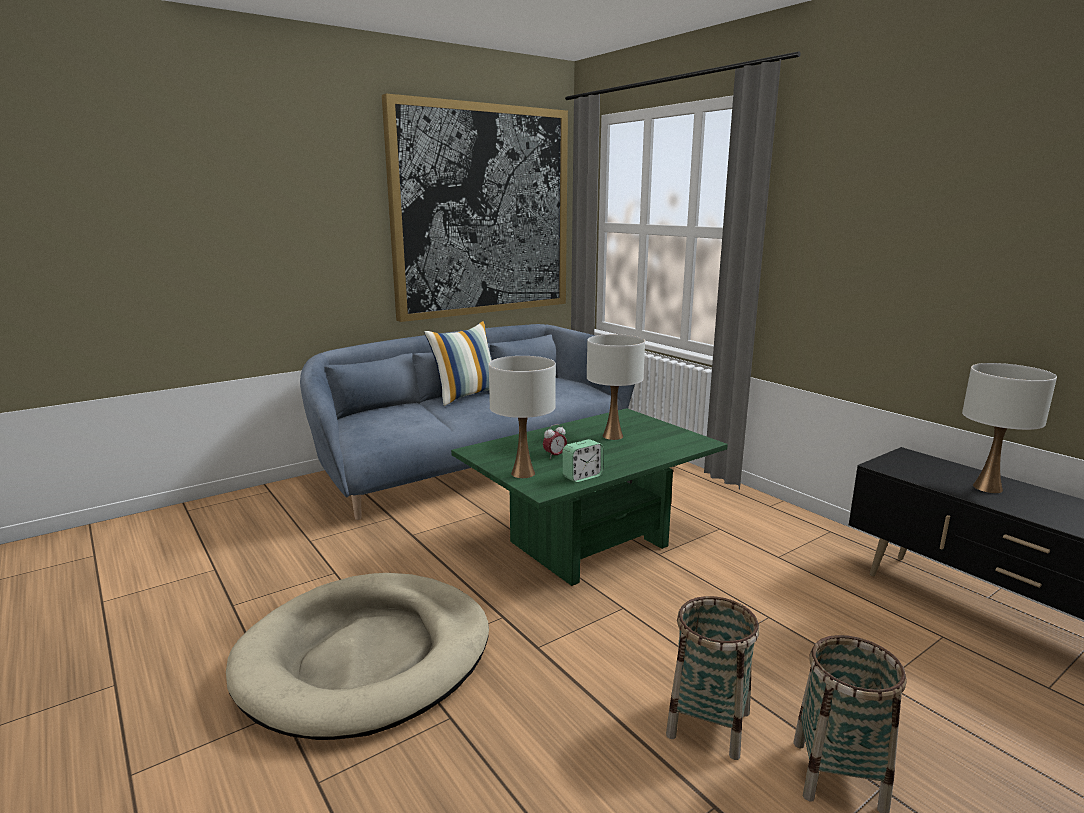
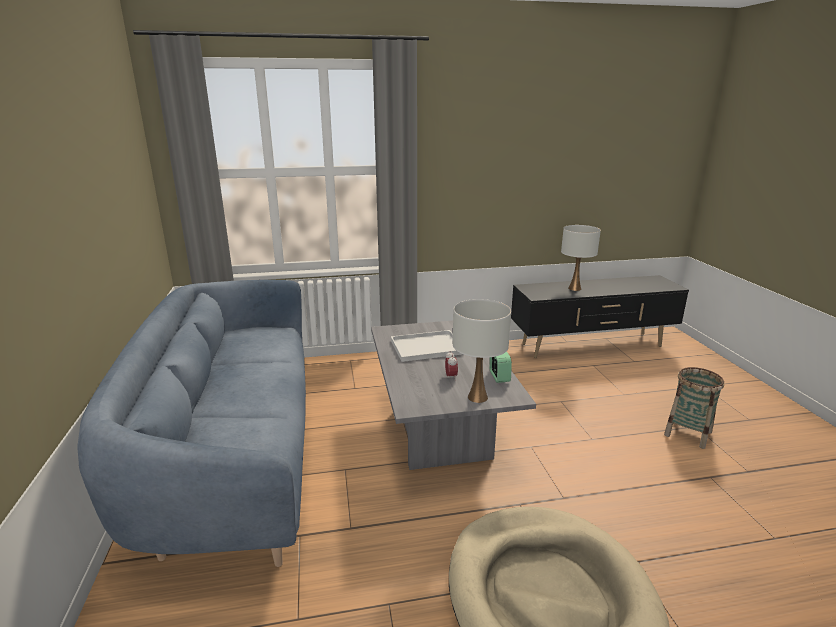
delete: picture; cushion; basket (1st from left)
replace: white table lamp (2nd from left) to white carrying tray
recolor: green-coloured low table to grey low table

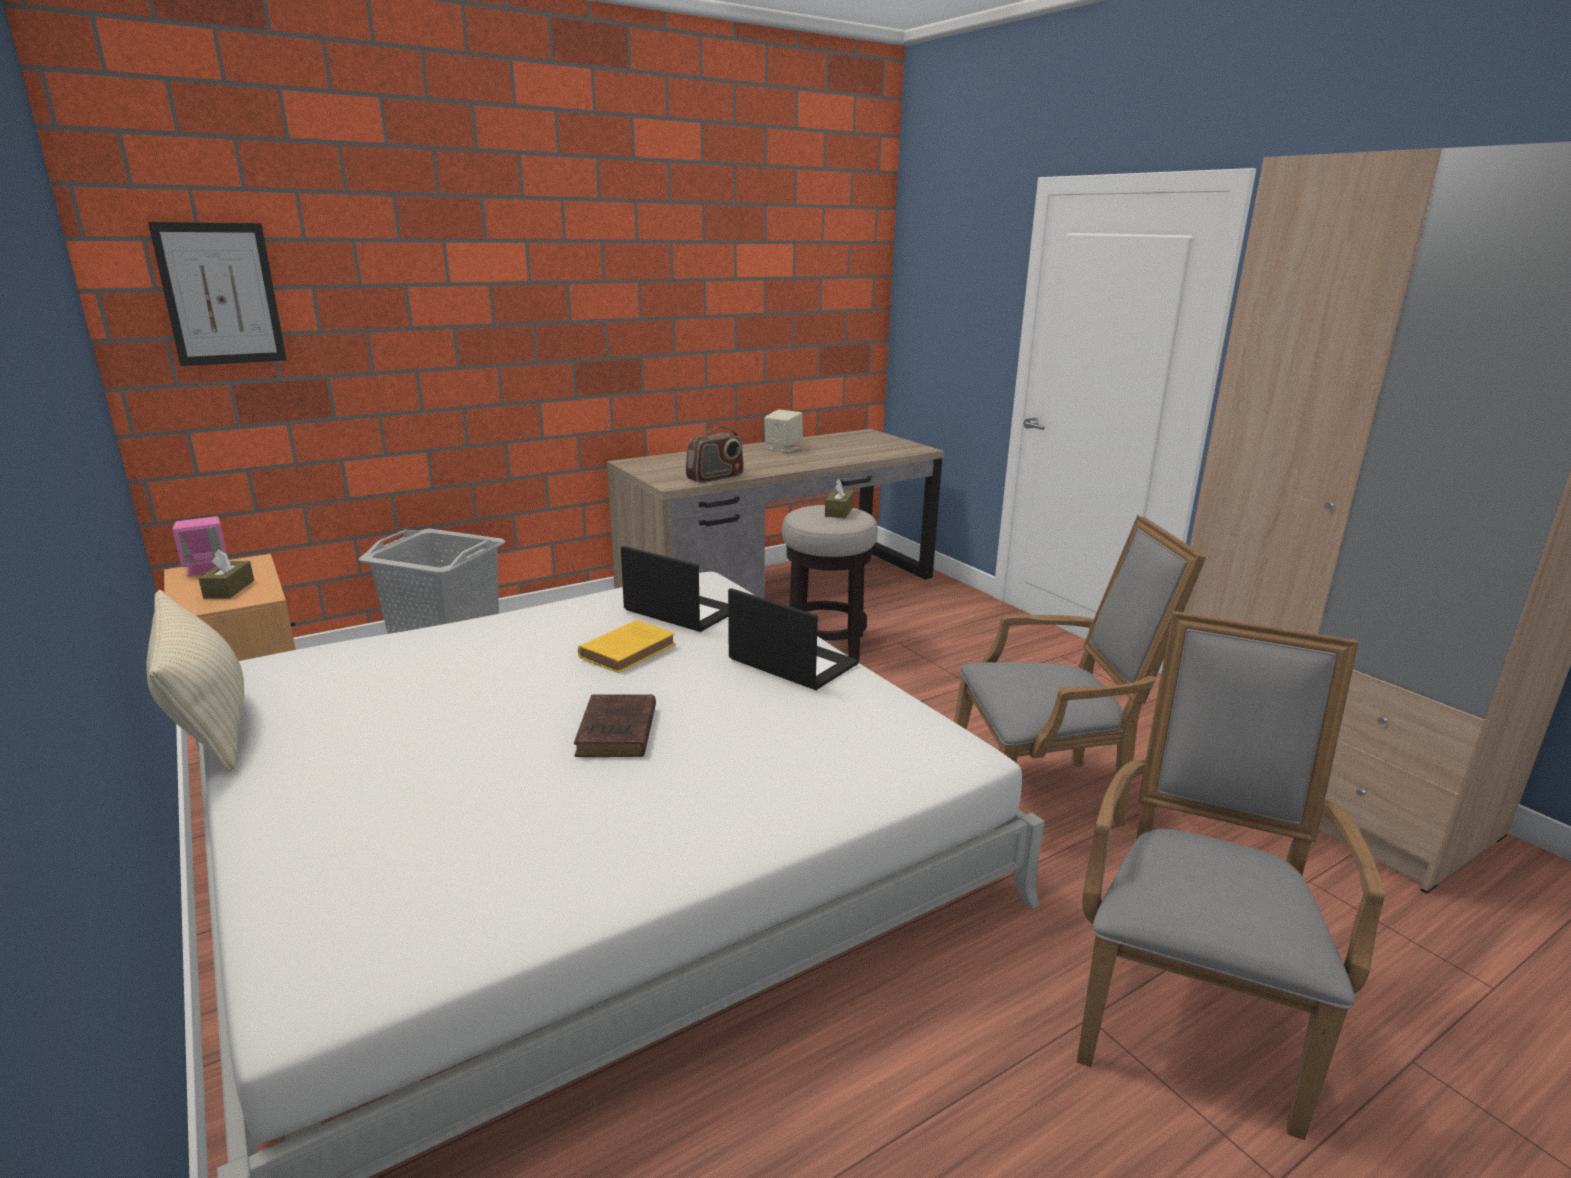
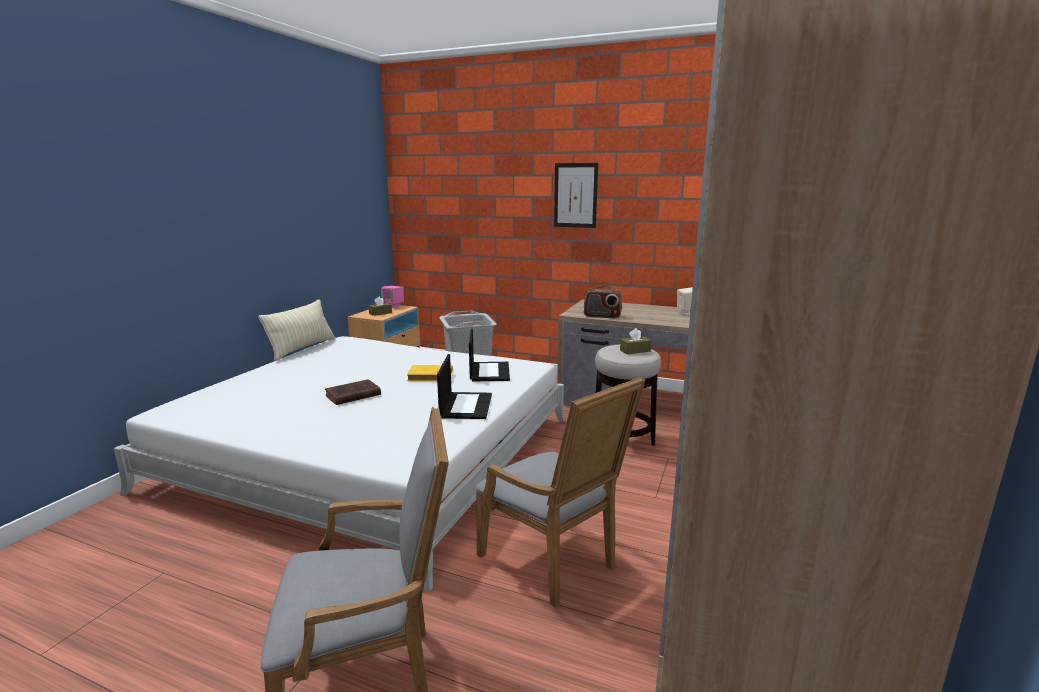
move: picture

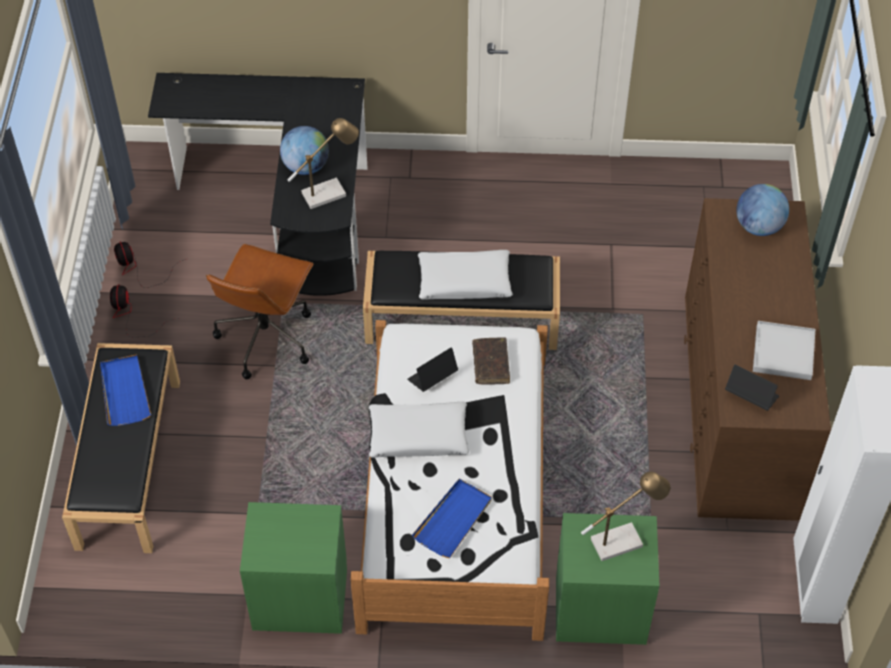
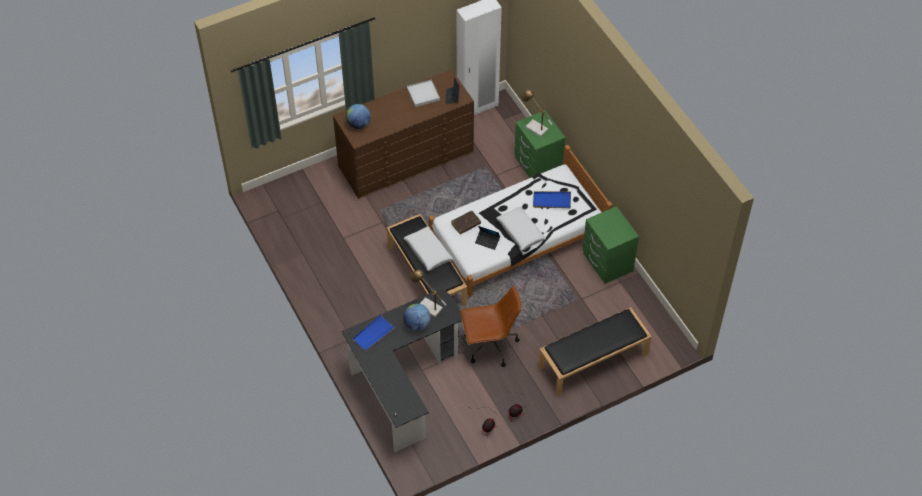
move: blue carrying tray (1st from left)

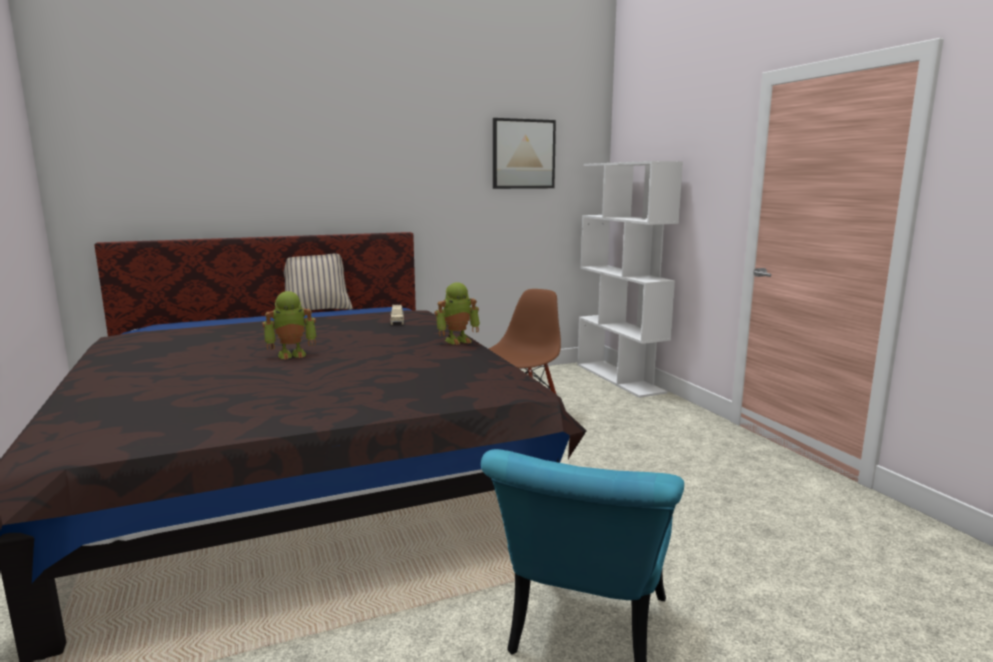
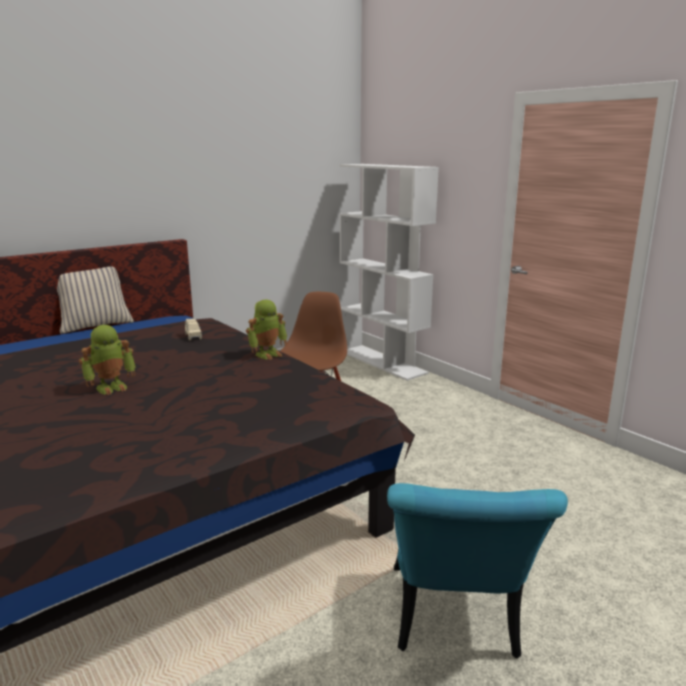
delete: picture

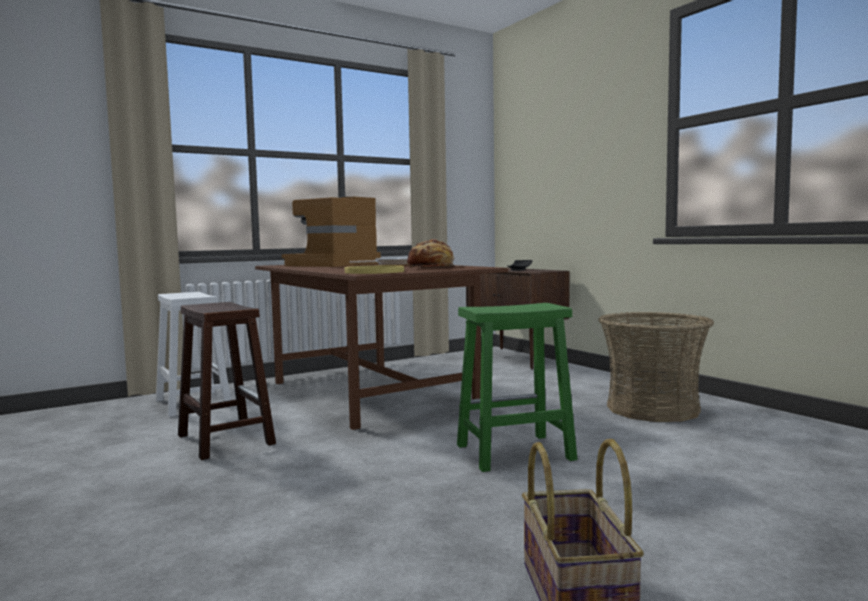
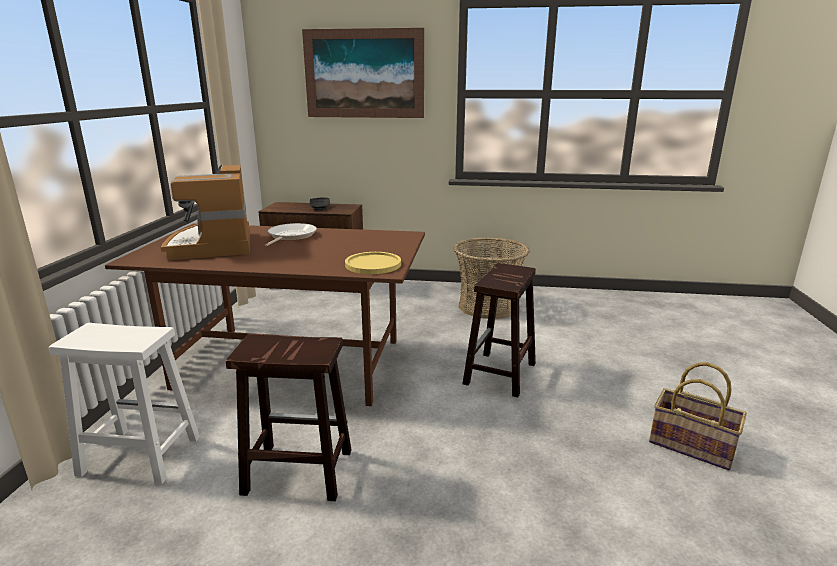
delete: baked bread
insert: picture
recolor: green-coloured sitting stool to brown sitting stool (2nd from left)

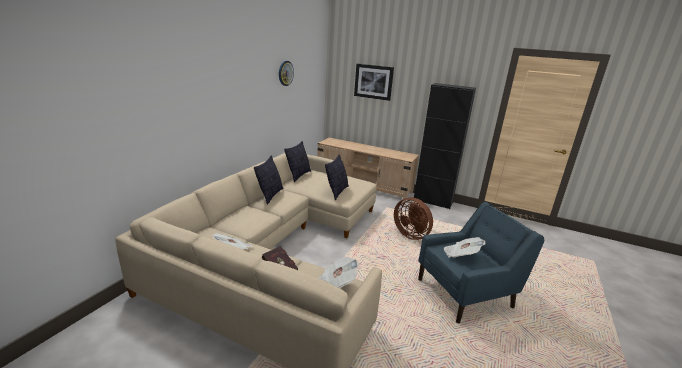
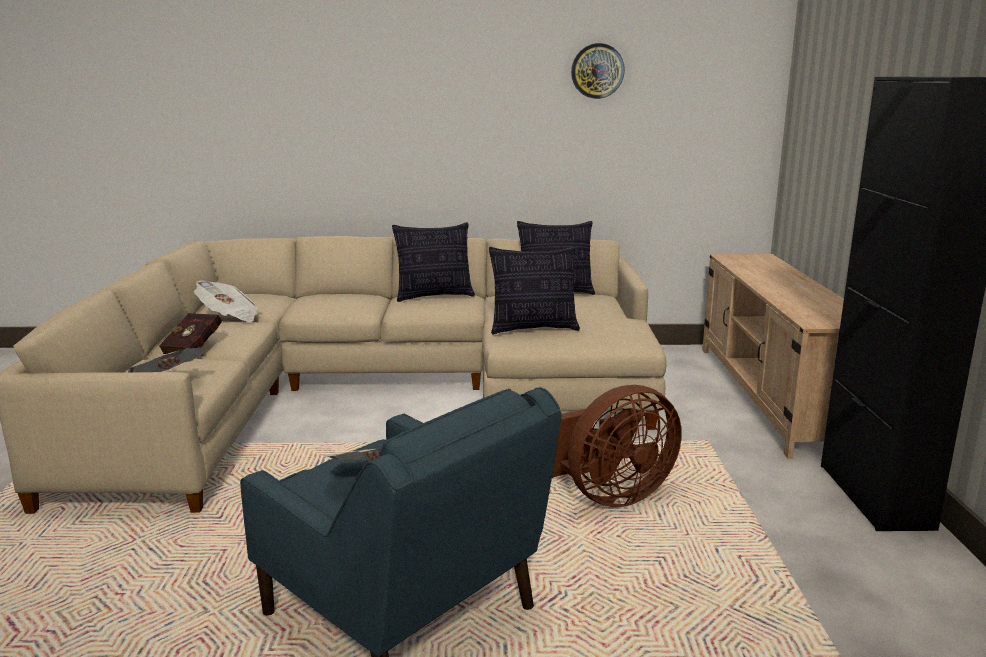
delete: picture
rotate: brown fan 135 degrees counterclockwise

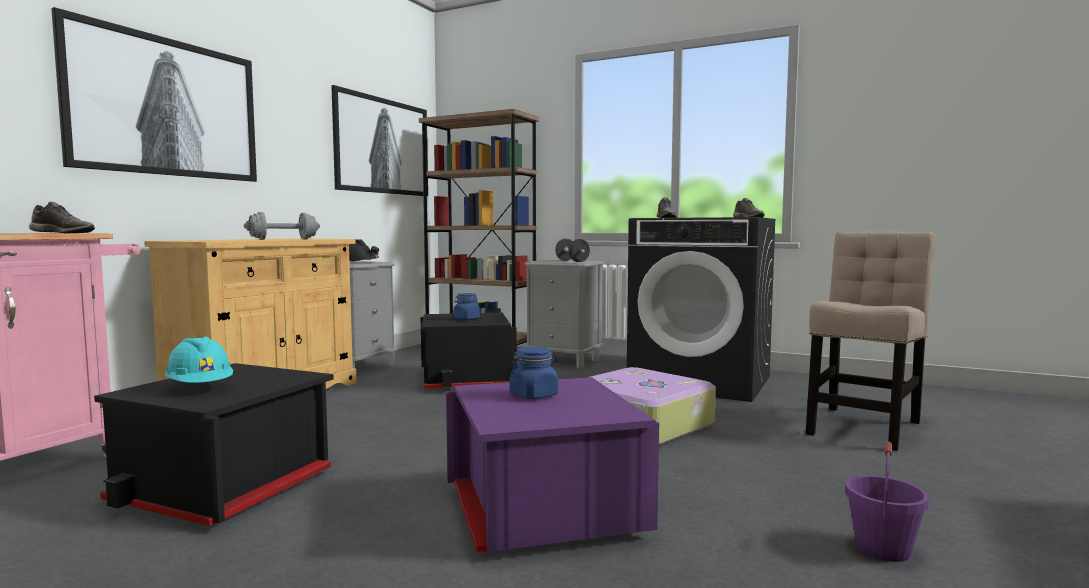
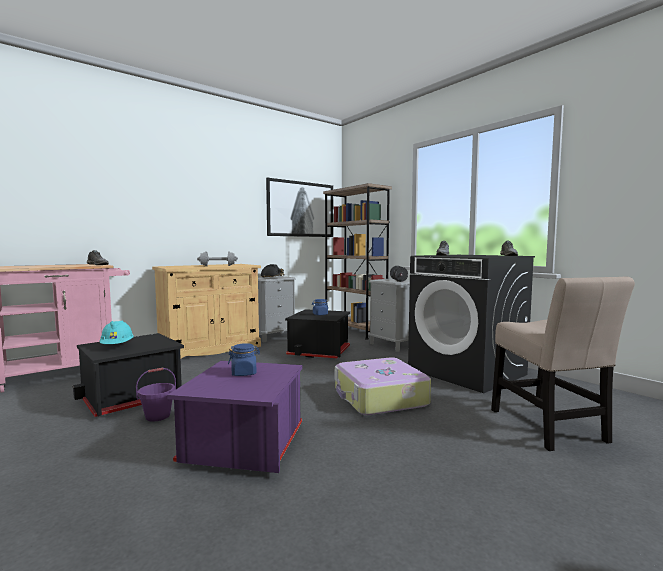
delete: picture (1st from left)
move: purple-coloured bucket
rotate: sand-coloured chair 105 degrees clockwise

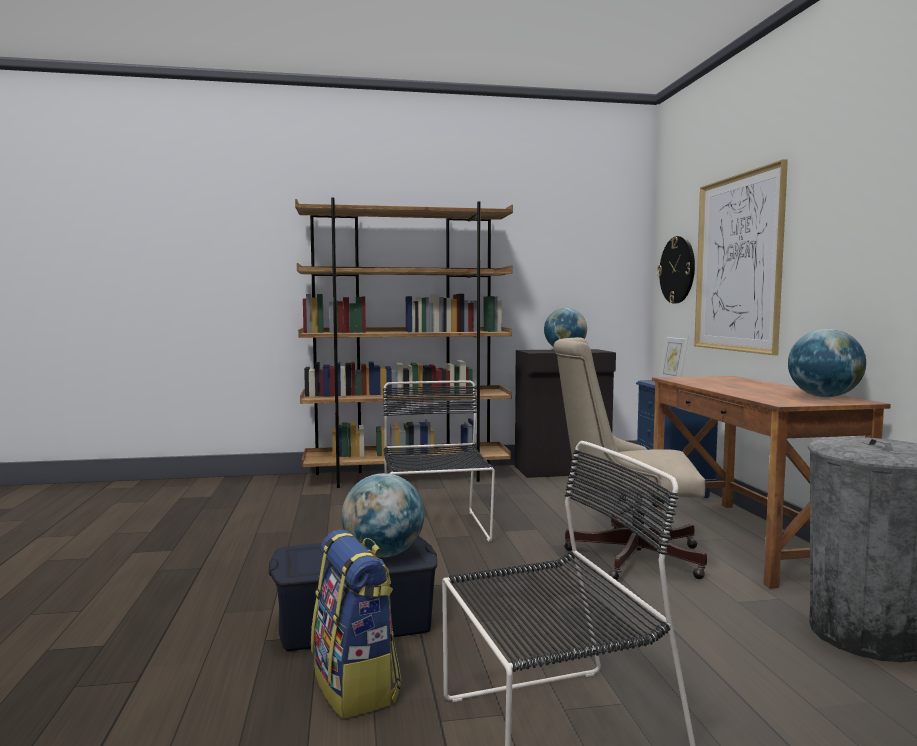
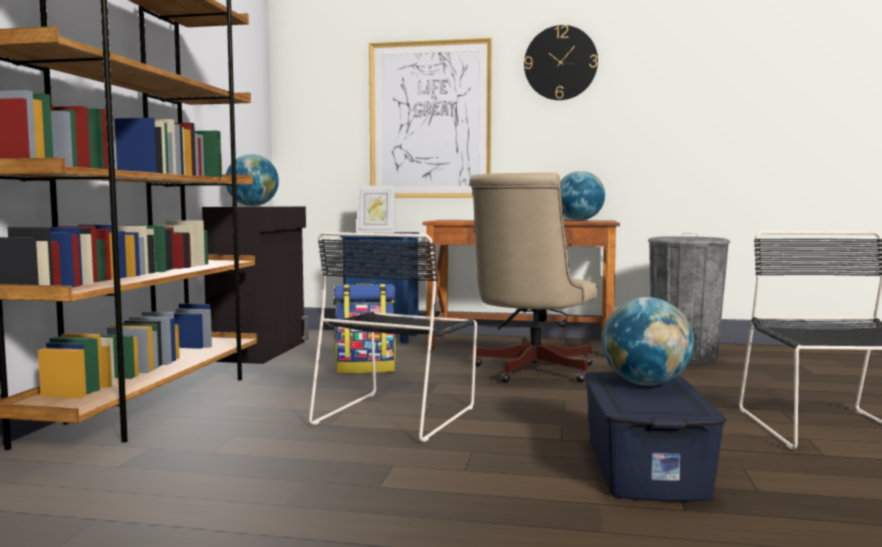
move: backpack; hanging clock
rotate: blackish chair (1st from left) 75 degrees counterclockwise

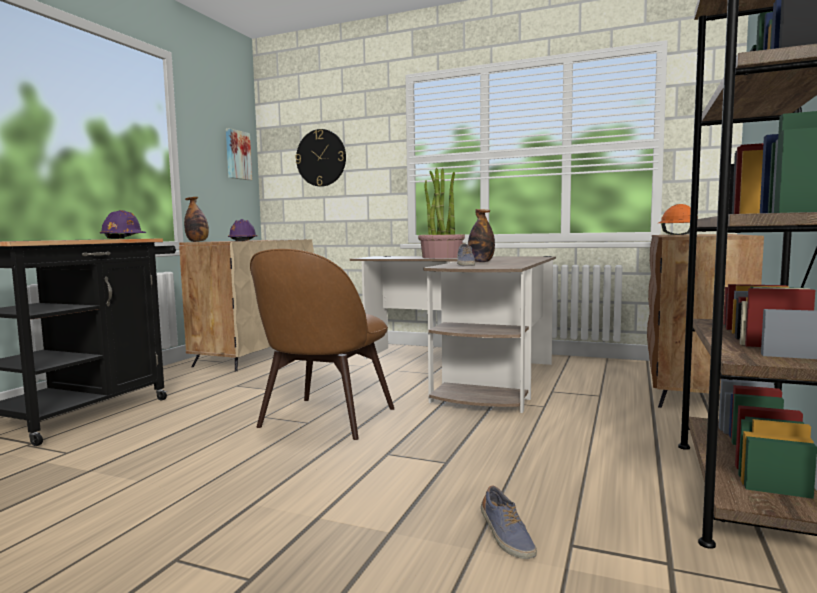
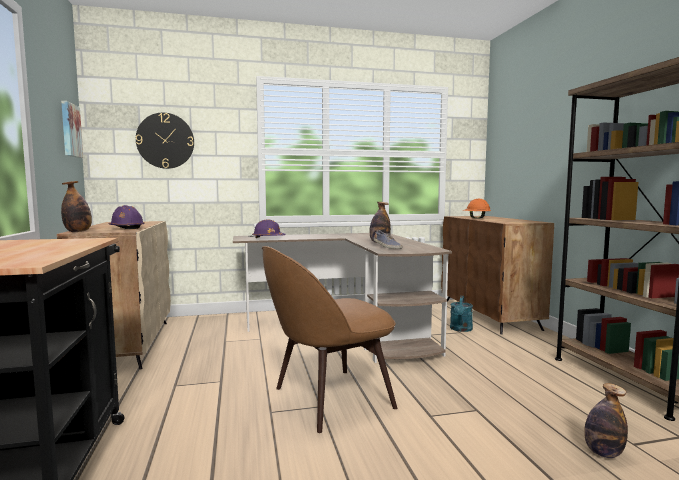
delete: potted plant
insert: turquoise watering can
move: purple-coloured work helmet (1st from left in the first image) to purple-coloured work helmet (2nd from left)
replace: item of footwear (2nd from left) to beverage bottle (3rd from left)
rotate: brown chair 75 degrees clockwise

